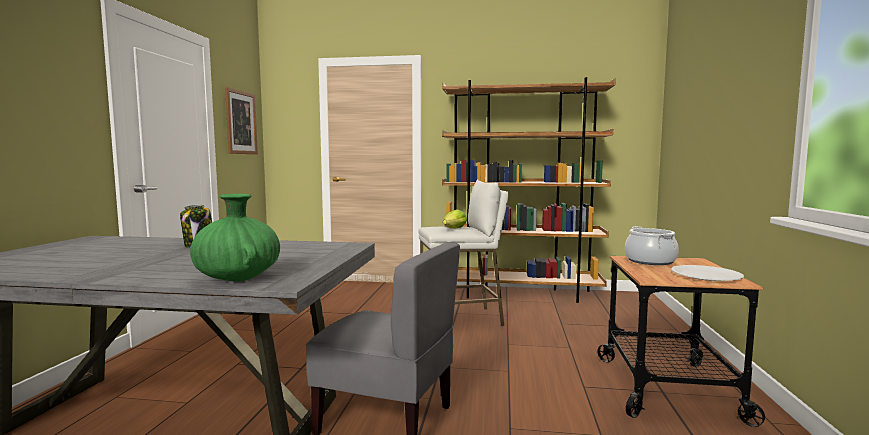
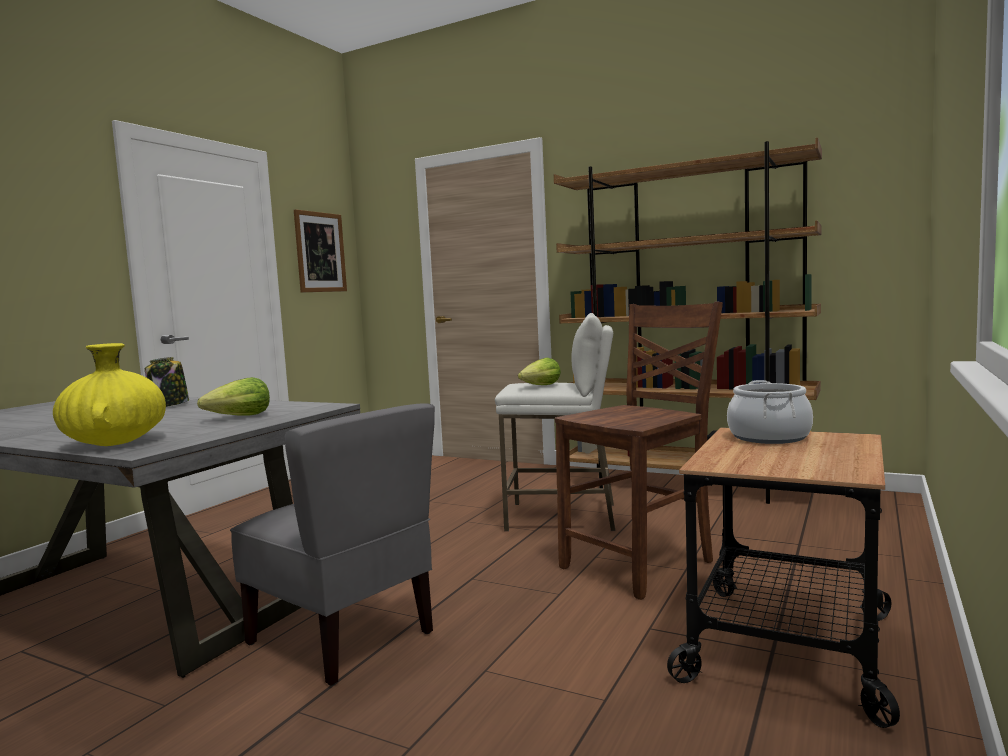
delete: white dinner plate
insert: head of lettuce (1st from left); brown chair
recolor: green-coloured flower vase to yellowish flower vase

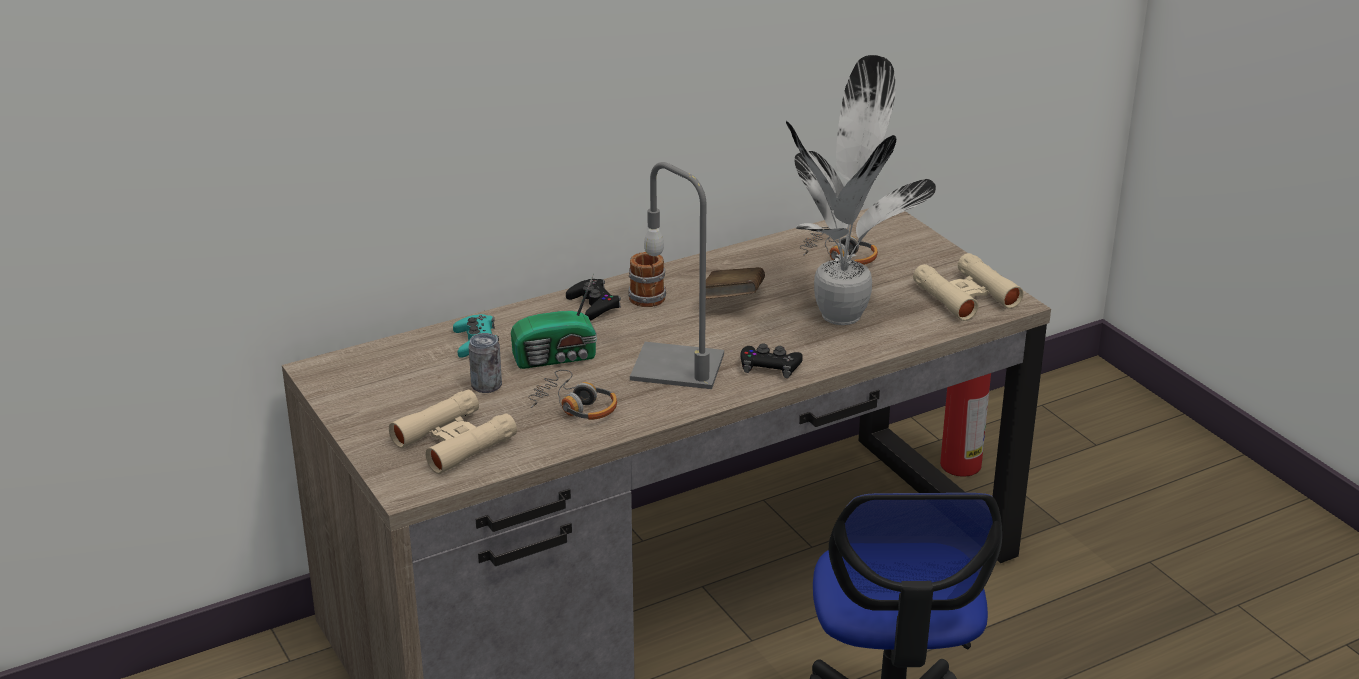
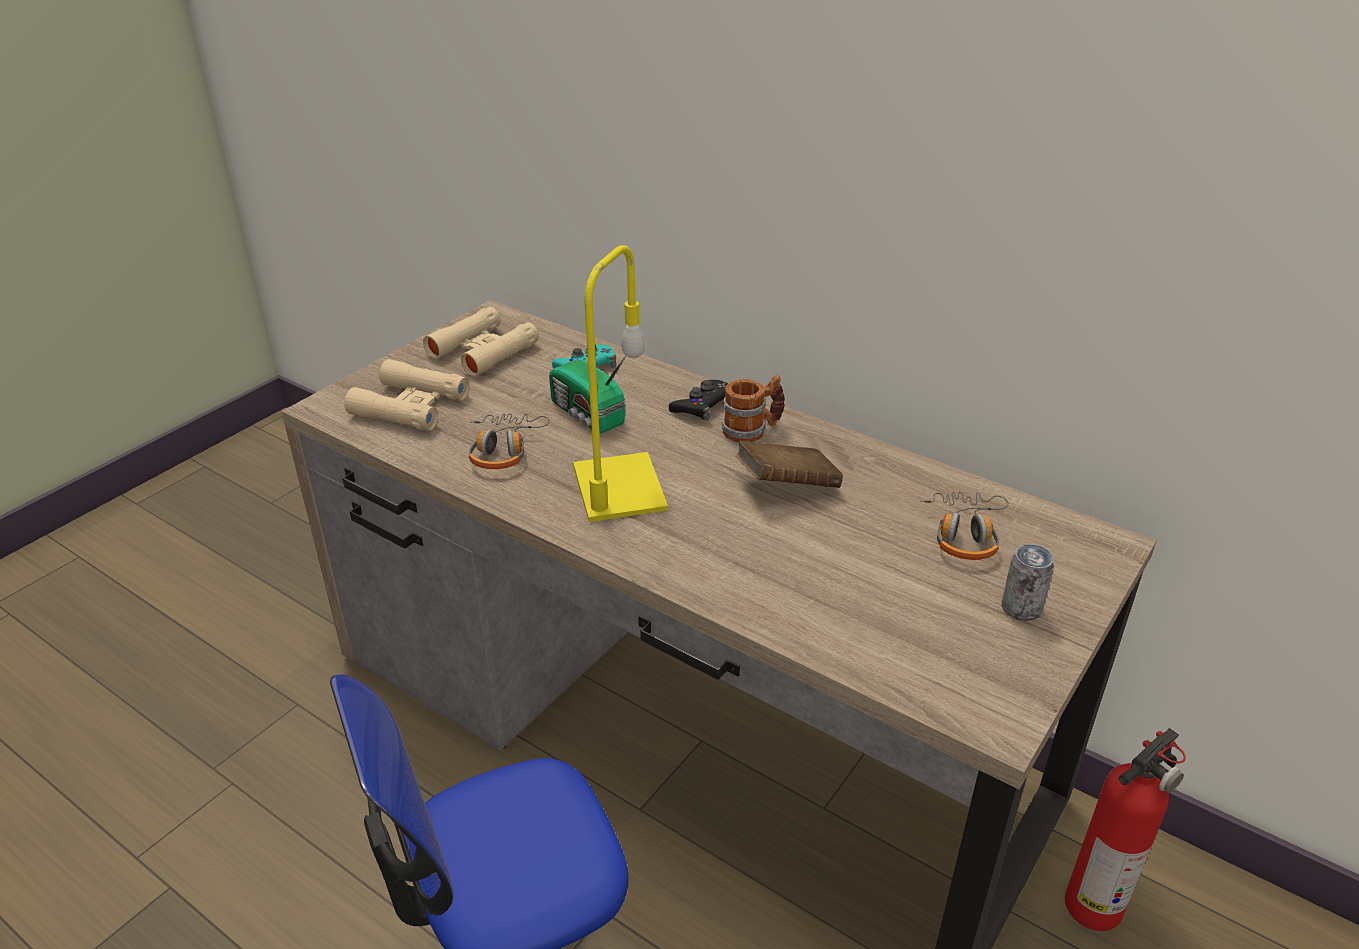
delete: blackish joypad (2nd from left); potted plant
move: can; sand-coloured field glasses (2nd from left)
recolor: grey table lamp to yellowish table lamp

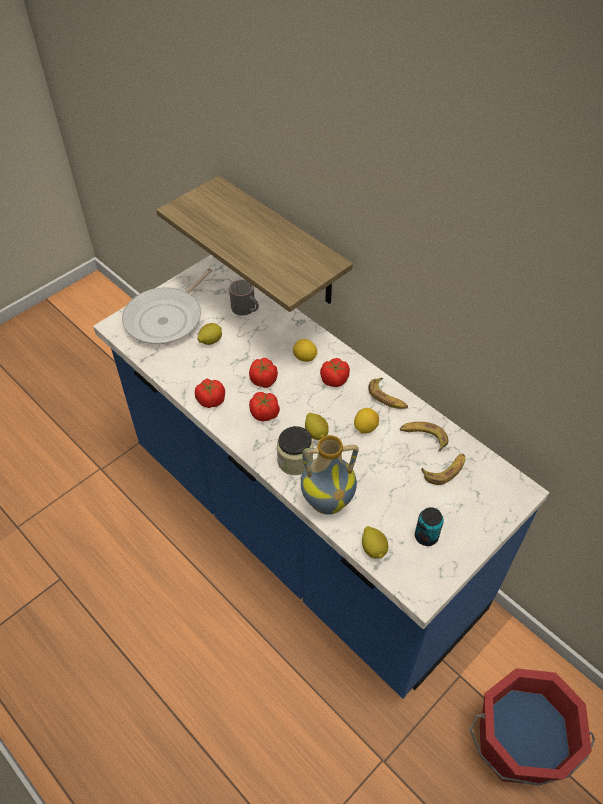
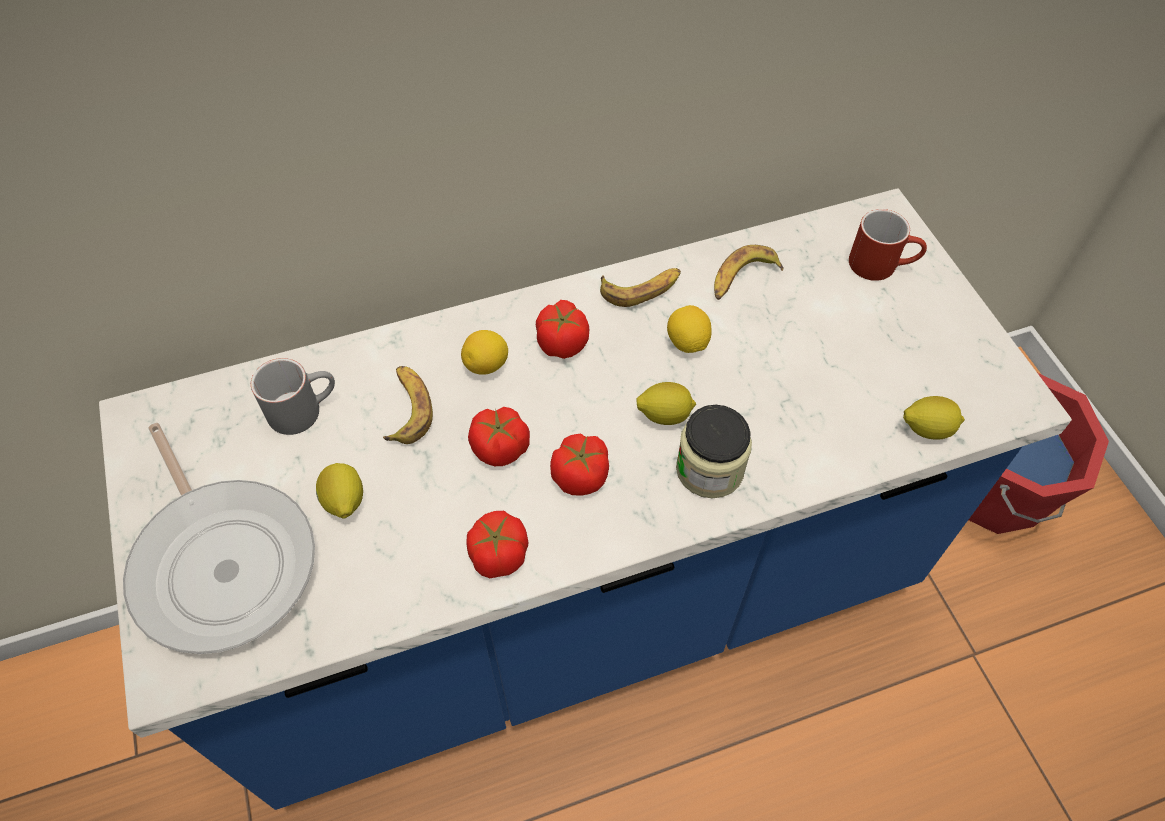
delete: wall shelf; flower vase; can
insert: reddish mug
move: banana fruit (3rd from left in the first image) to banana fruit (1st from left)

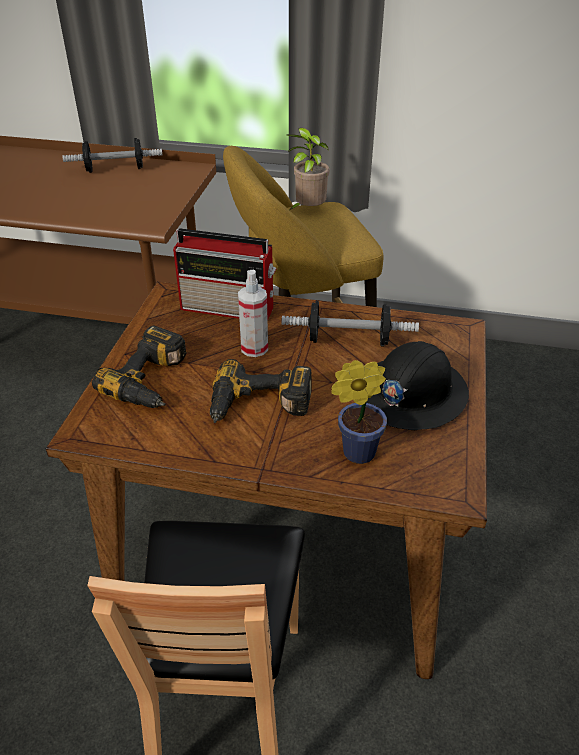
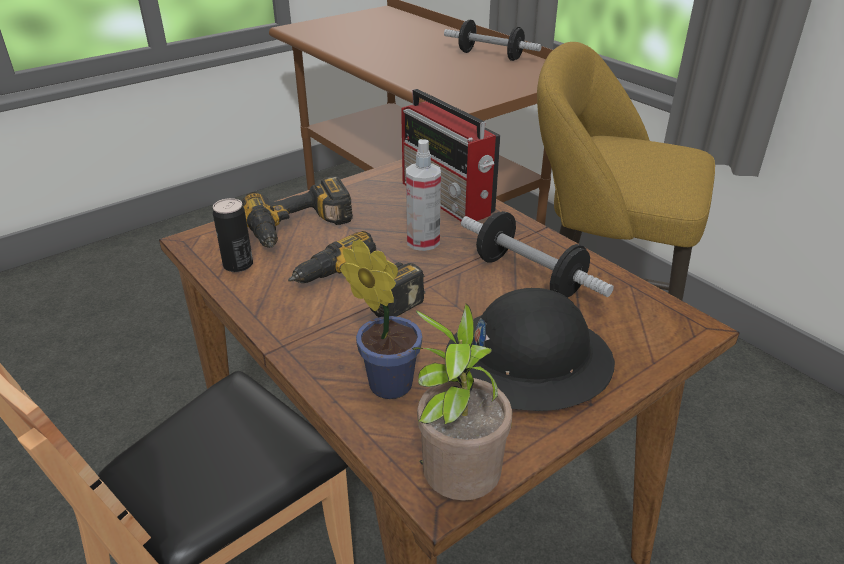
insert: can
move: potted plant (1st from left in the first image) to potted plant (2nd from left)

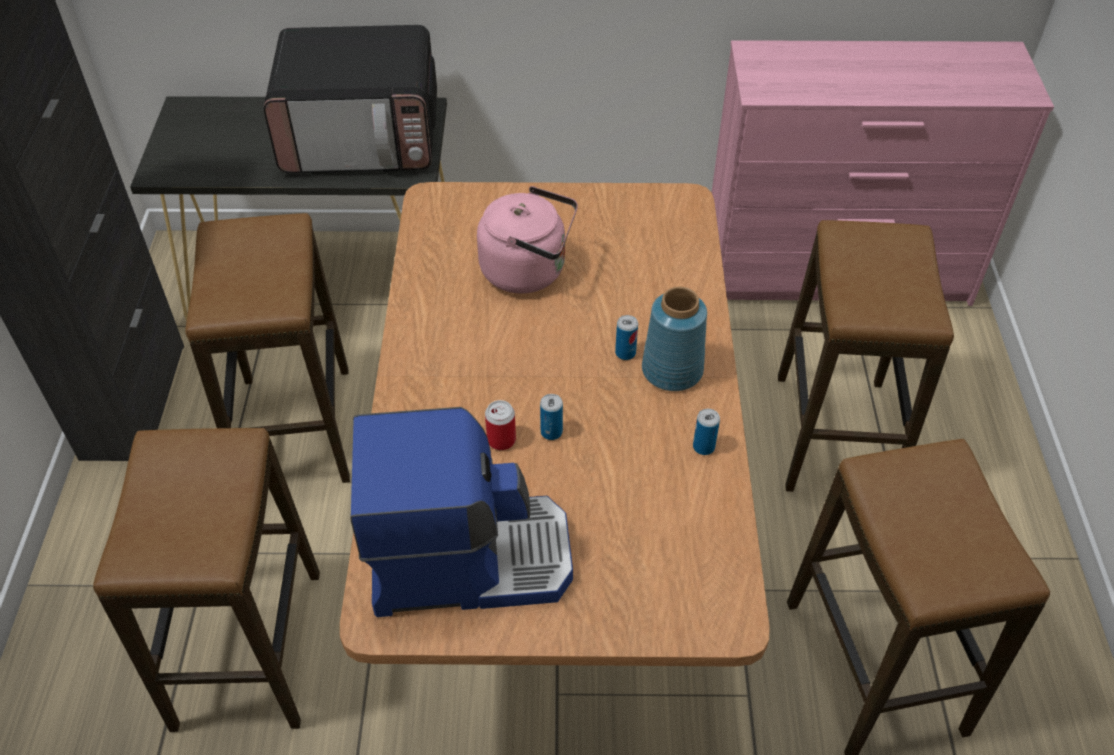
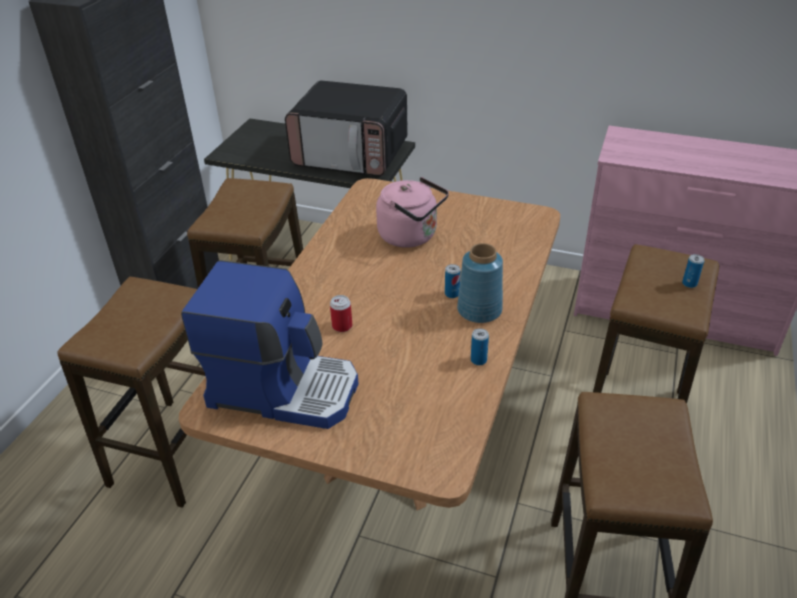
move: can (2nd from left in the first image) to can (4th from left)

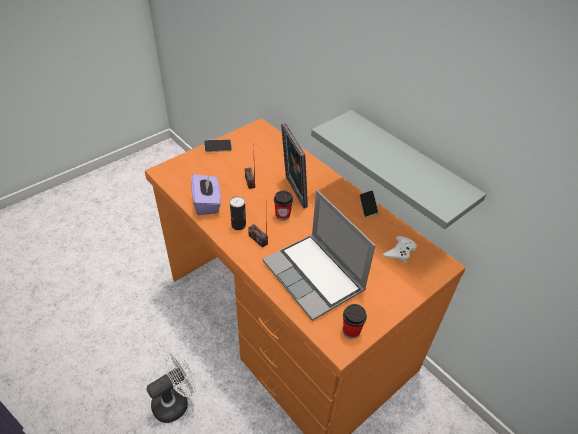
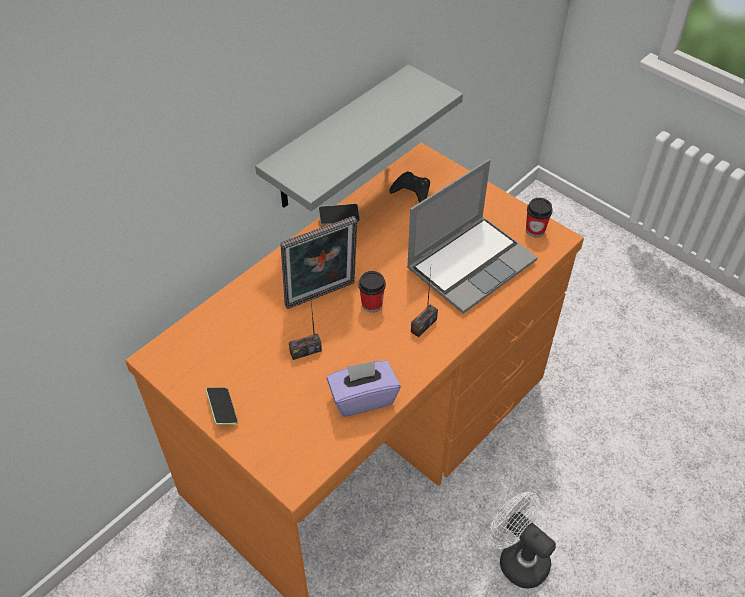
delete: can
recolor: white joypad to blackish joypad

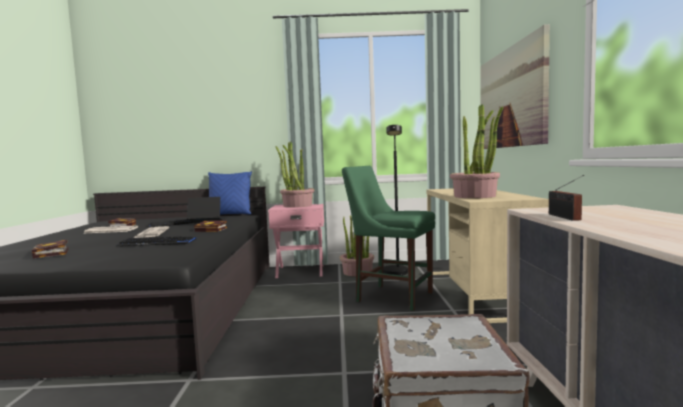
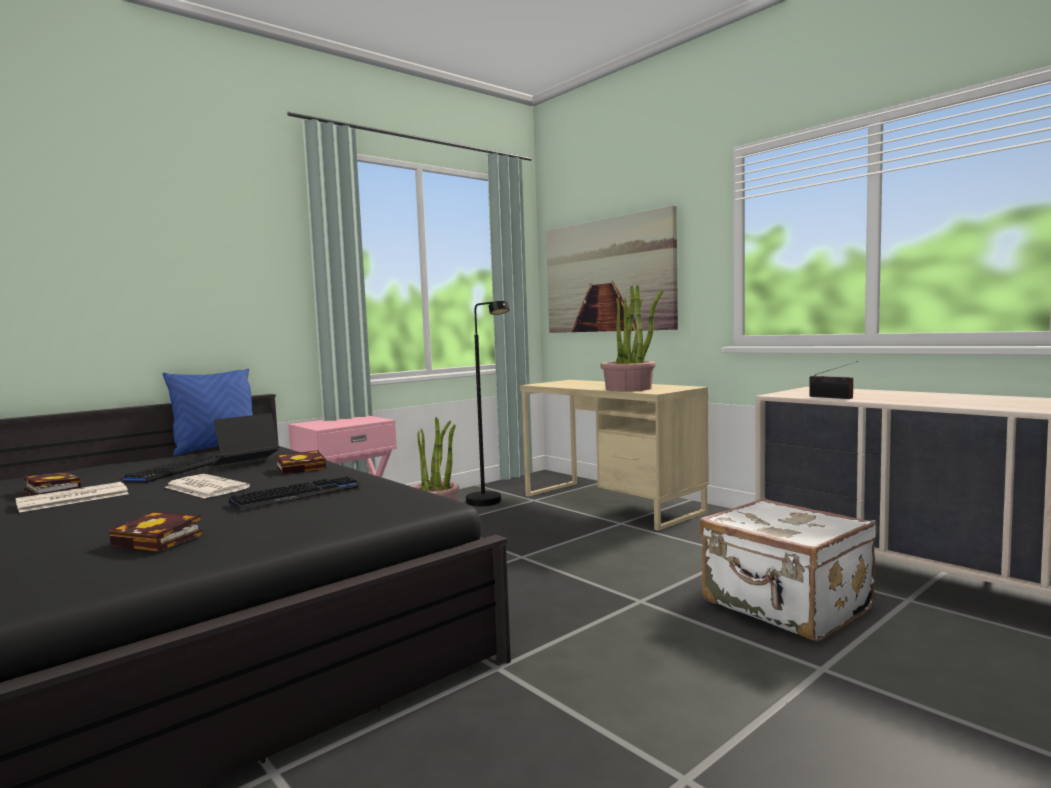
delete: potted plant (1st from left); green-coloured chair

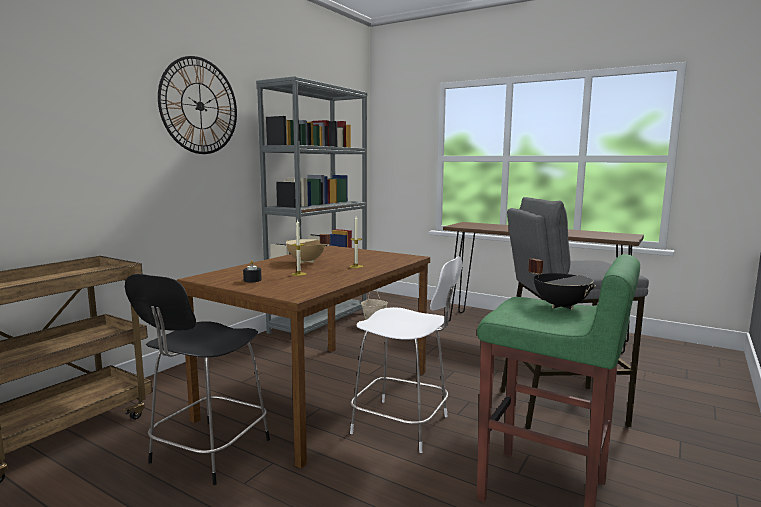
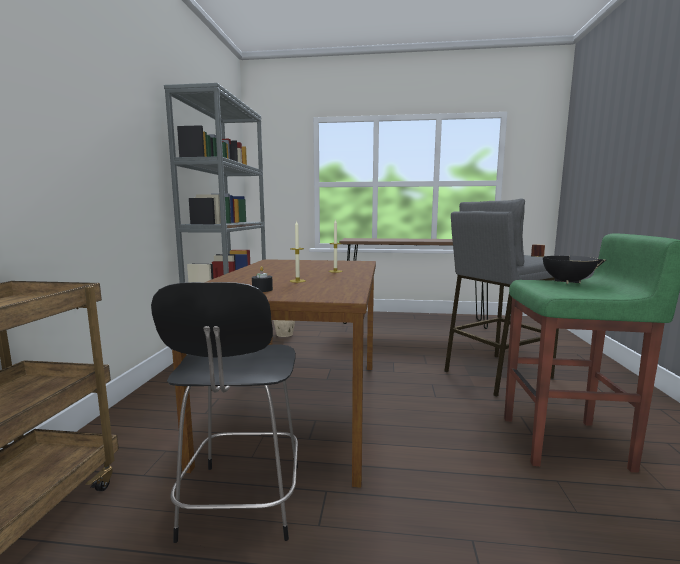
delete: hanging clock; sand-coloured stockpot; white chair

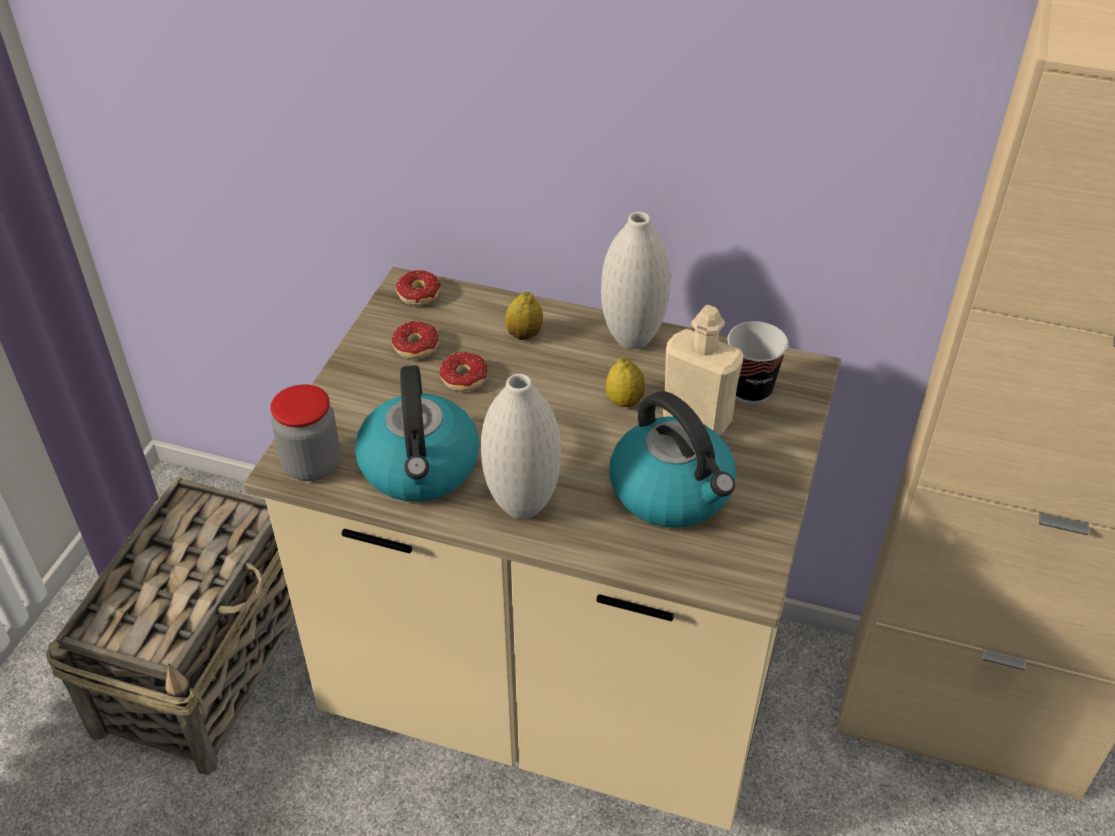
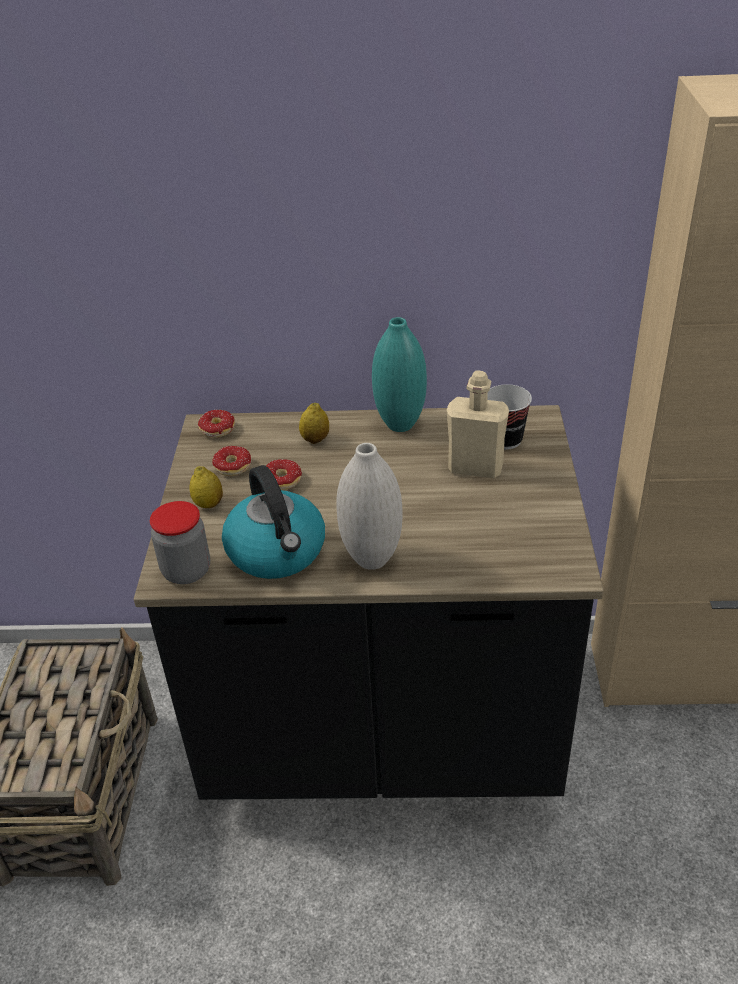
delete: tea kettle (2nd from left)
move: lemon (2nd from left in the first image) to lemon (1st from left)
recolor: sand-coloured kitchen counter to blackish kitchen counter; white flower vase (2nd from left) to turquoise flower vase

